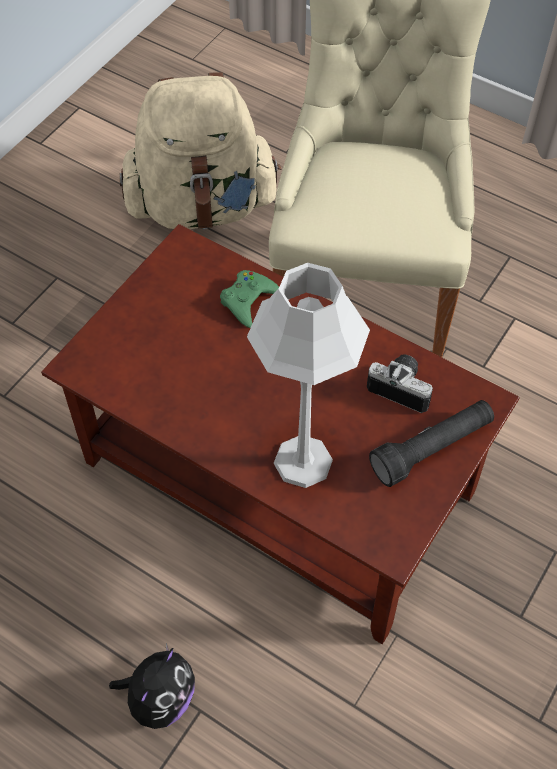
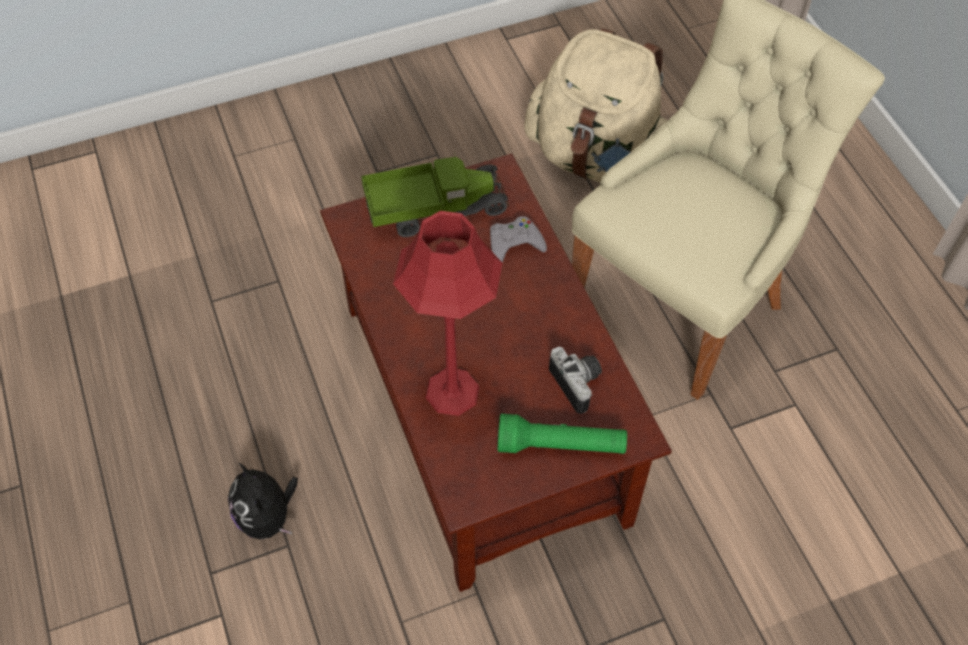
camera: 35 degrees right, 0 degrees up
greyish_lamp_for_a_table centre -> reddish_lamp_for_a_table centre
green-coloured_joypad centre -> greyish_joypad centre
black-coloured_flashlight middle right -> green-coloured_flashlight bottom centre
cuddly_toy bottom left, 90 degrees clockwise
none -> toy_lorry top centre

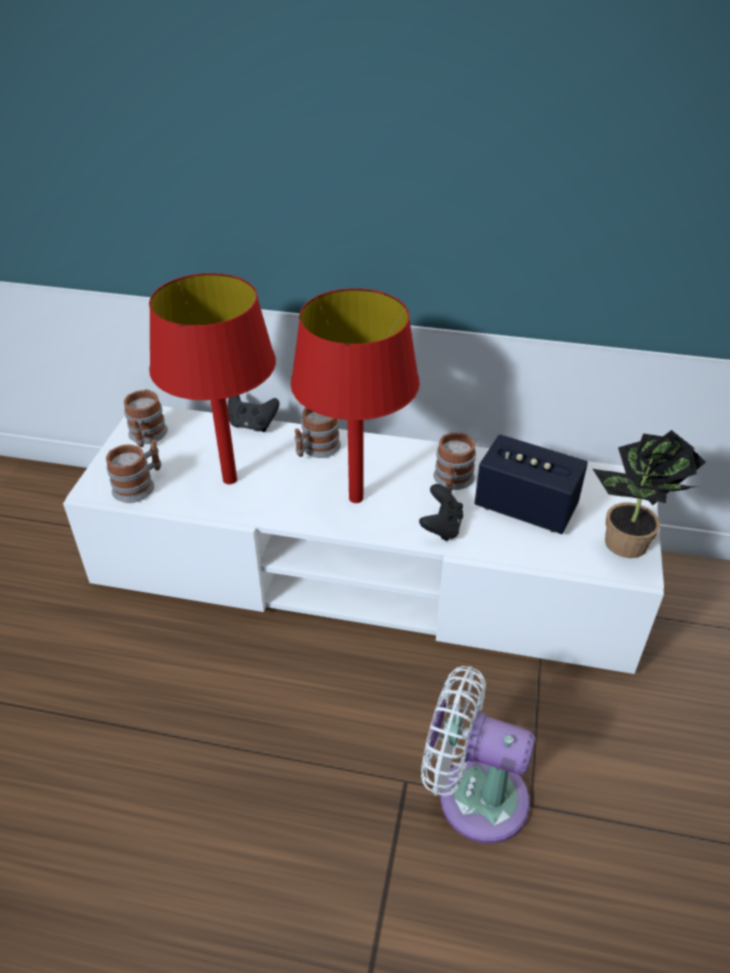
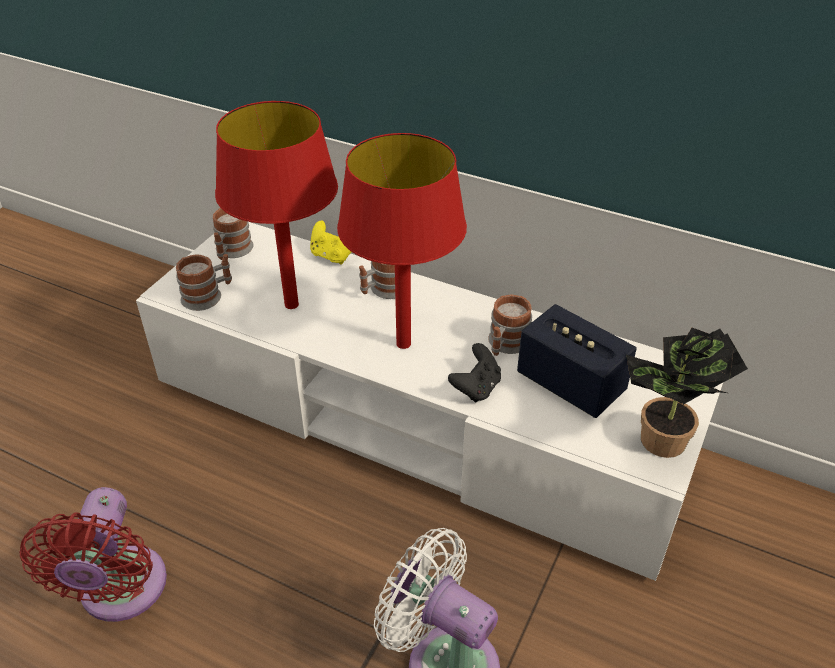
camera: 15 degrees right, 0 degrees up
black-coloured_joypad (no. 1 from left) centre -> yellow_joypad centre
none -> reddish_fan bottom left

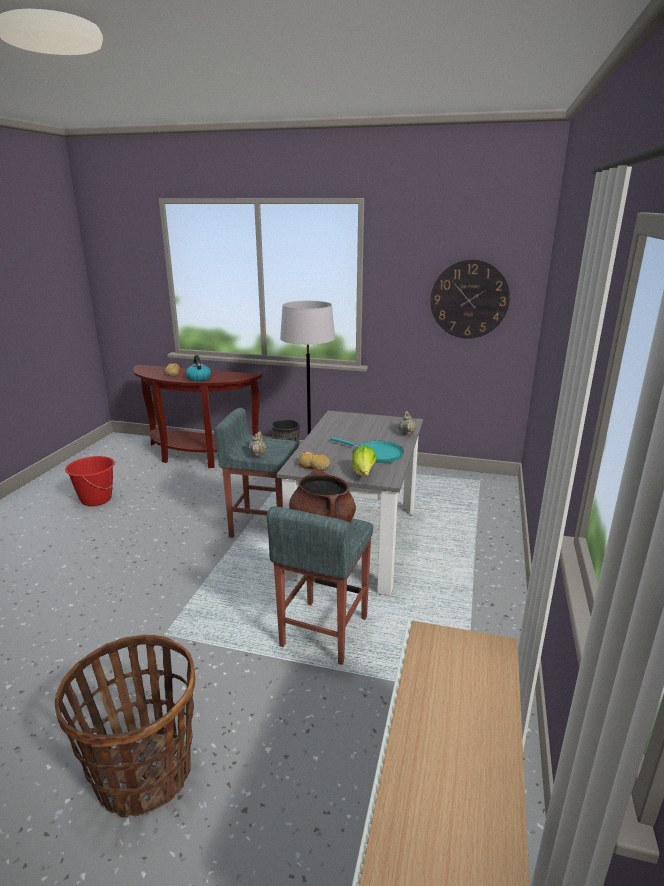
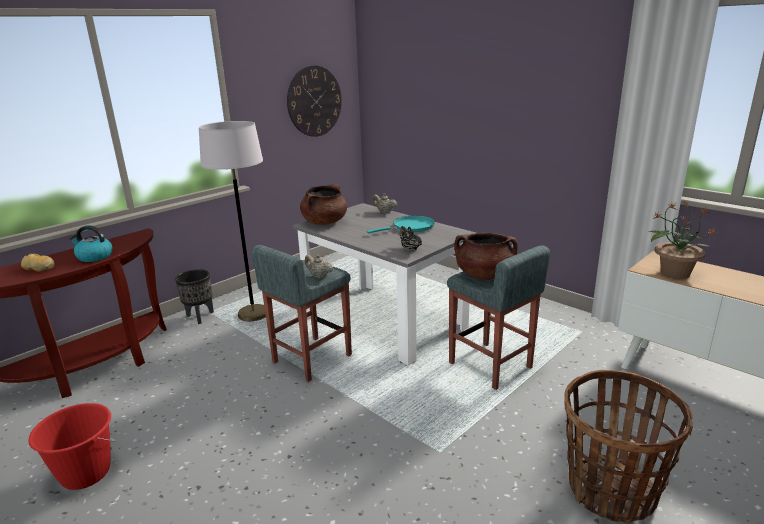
camera: 60 degrees left, 0 degrees up
head_of_lettuce centre -> none
baked_bread (no. 2 from left) centre -> black-coloured_teapot centre
none -> brown_cooking_pot (no. 1 from left) centre
none -> potted_plant middle right

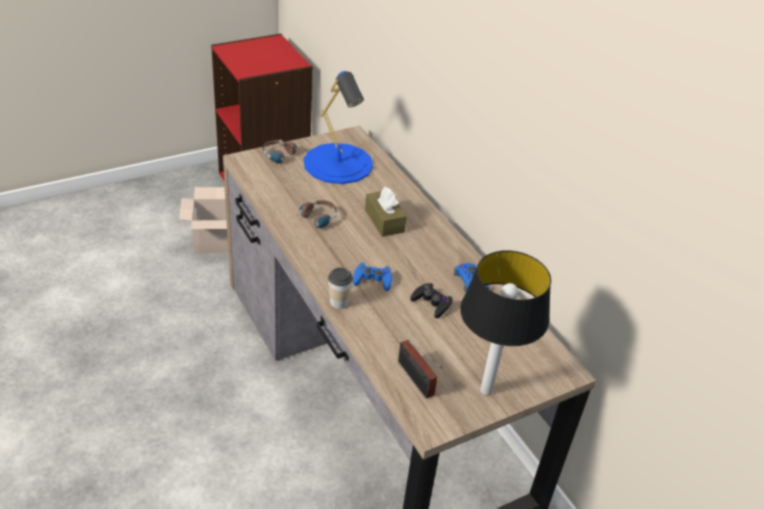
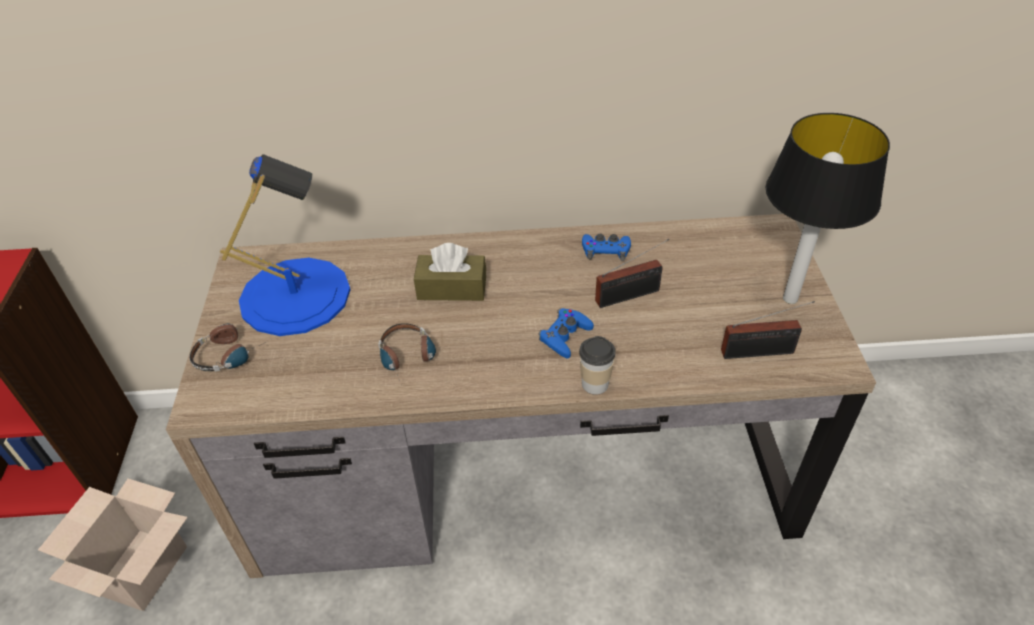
camera: 60 degrees left, 5 degrees up
black-coloured_joypad centre -> radio (no. 1 from left) centre

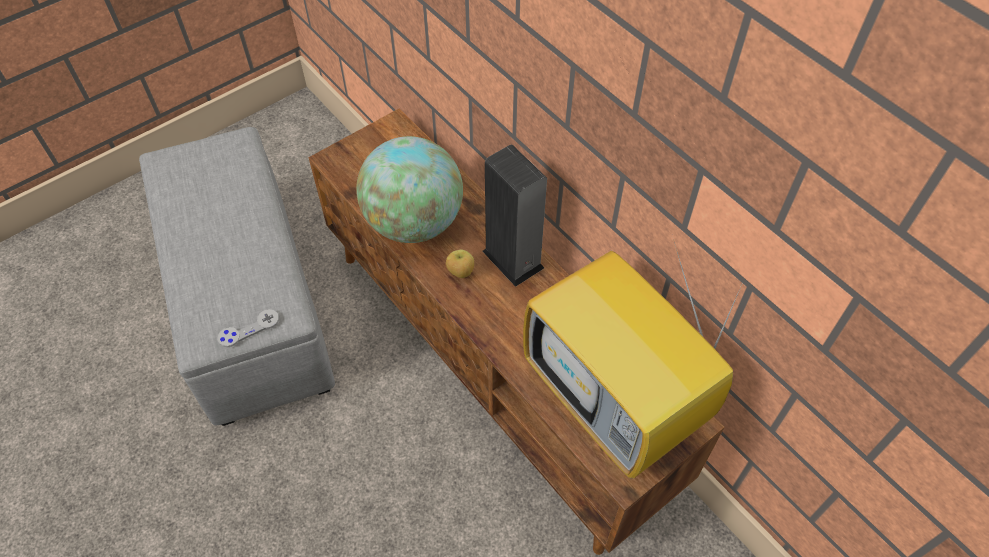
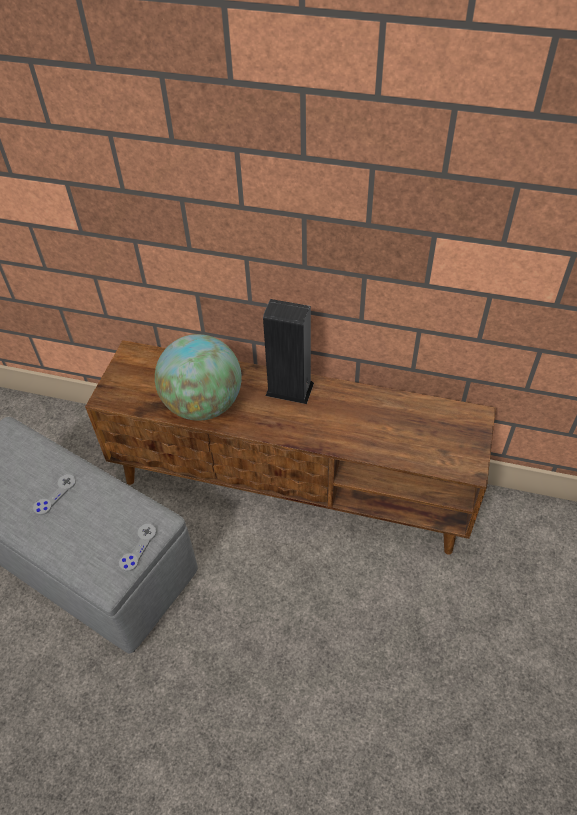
camera: 35 degrees left, 5 degrees down
television centre -> none
whole_apple centre -> none
none -> greyish_joypad (no. 1 from left) middle left

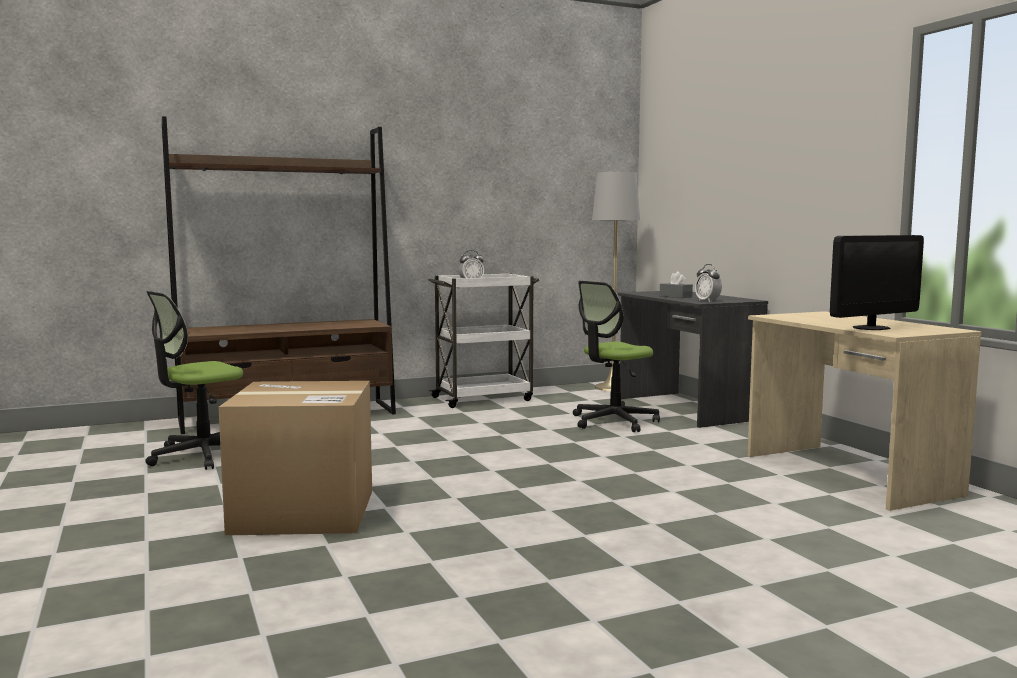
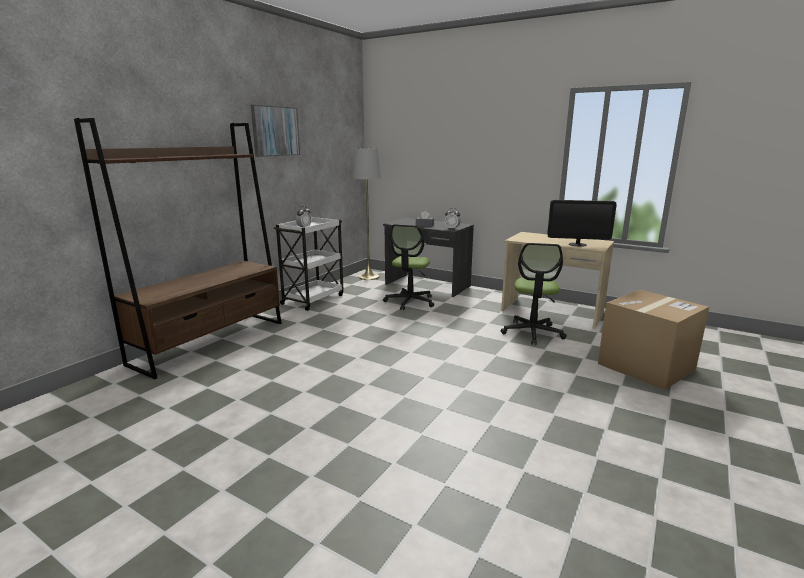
camera: 35 degrees left, 10 degrees up
computer_screen middle right, 75 degrees clockwise
office_chair (no. 1 from left in the first image) middle left -> office_chair (no. 2 from left) centre, shifted
packing_box bottom left -> packing_box middle right, shifted
none -> wall_picture top centre

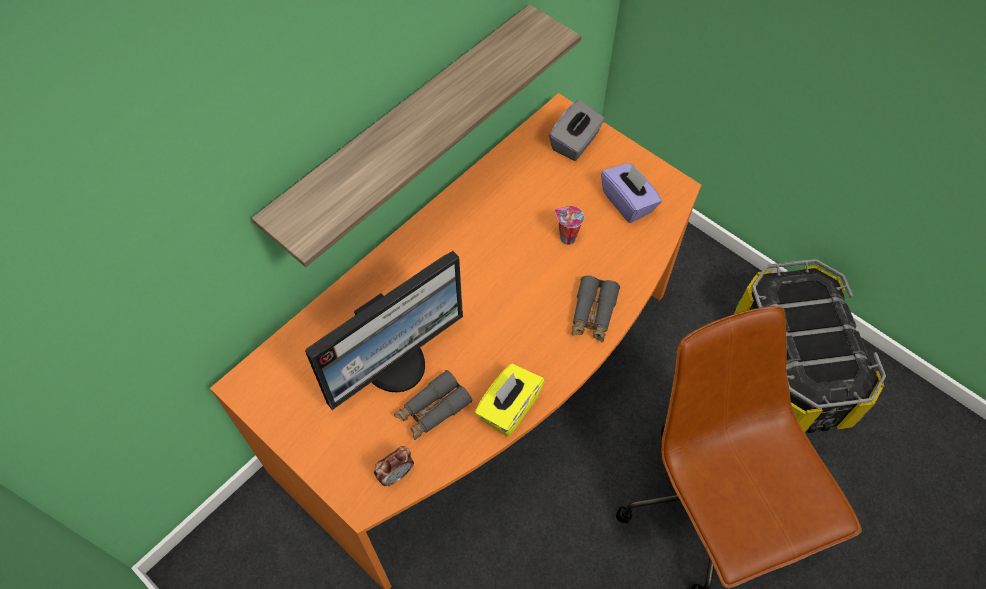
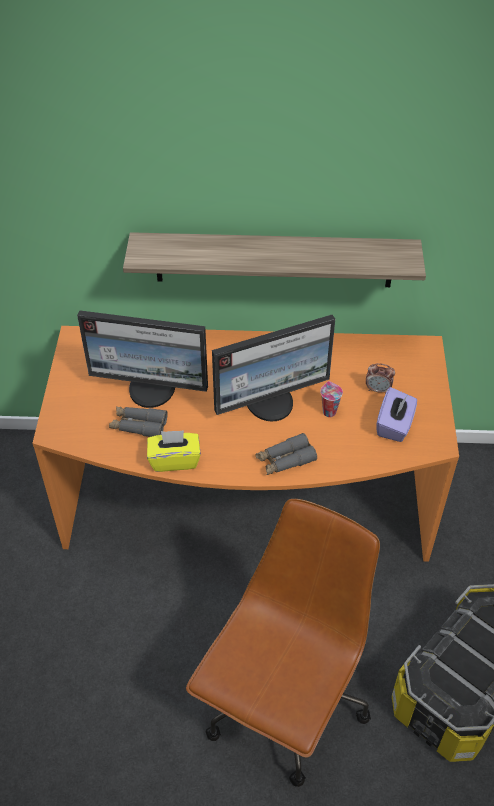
camera: 50 degrees right, 10 degrees down
greyish_tissue_holder top centre -> none
bedside_clock bottom centre -> bedside_clock middle right, shifted
none -> computer_screen (no. 2 from left) centre

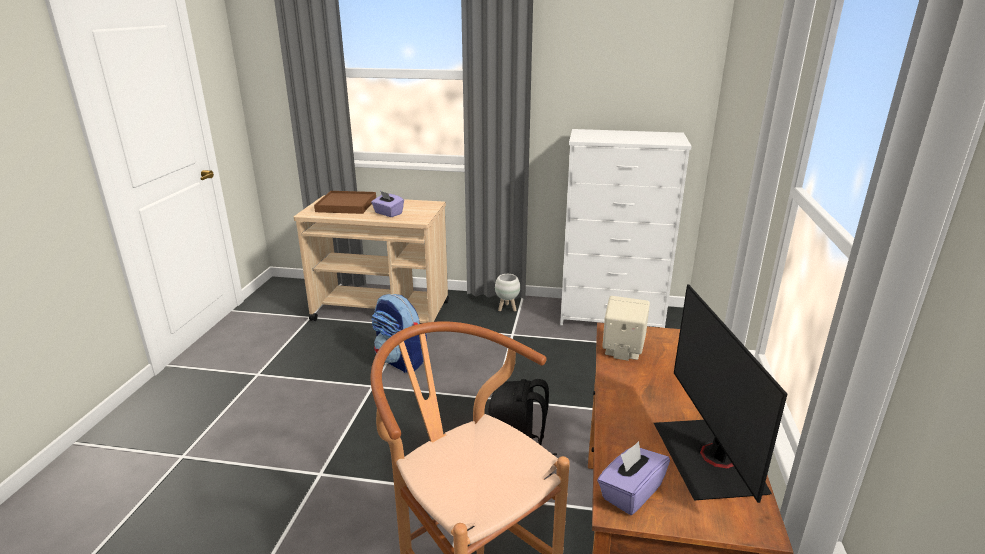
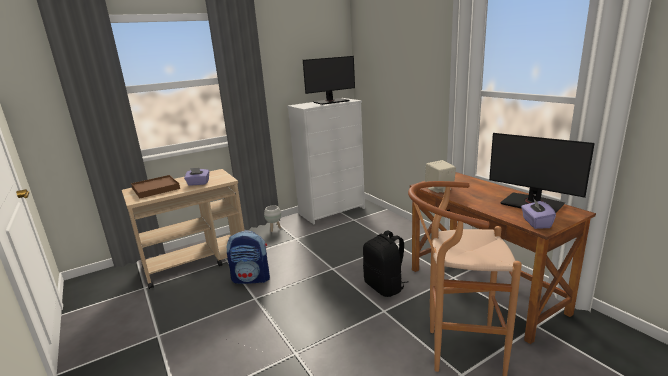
camera: 40 degrees left, 5 degrees down
none -> computer_screen (no. 1 from left) top centre

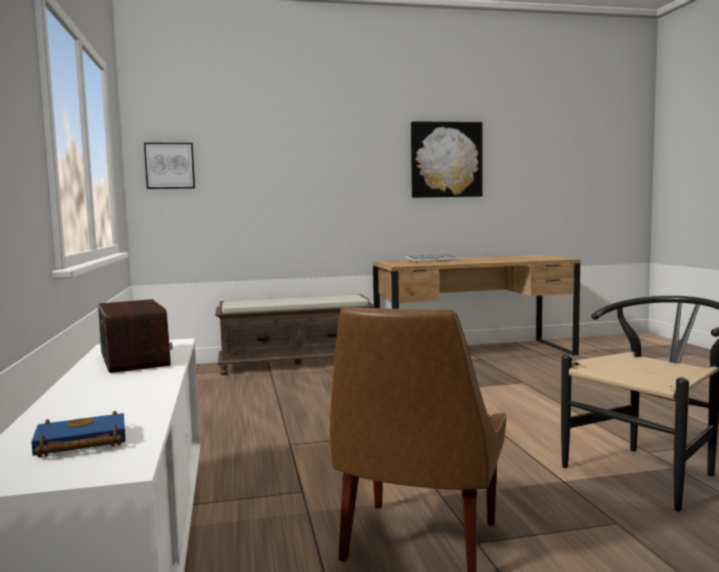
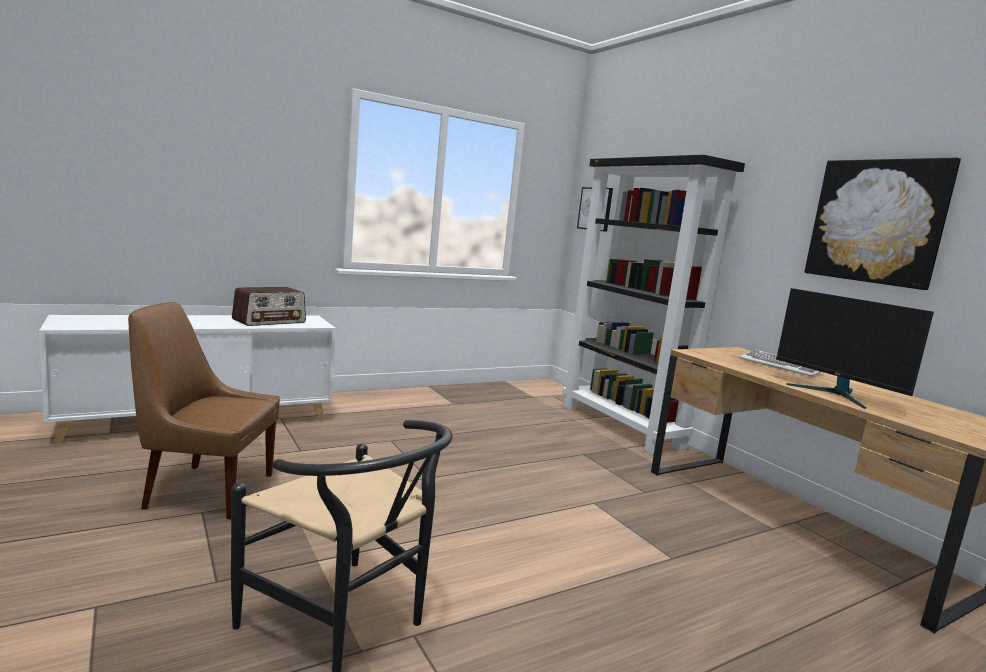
camera: 70 degrees right, 5 degrees up
brown_indoor_bench centre -> black-coloured_bookshelf centre
blue-coloured_bound_book bottom left -> none
none -> computer_screen middle right

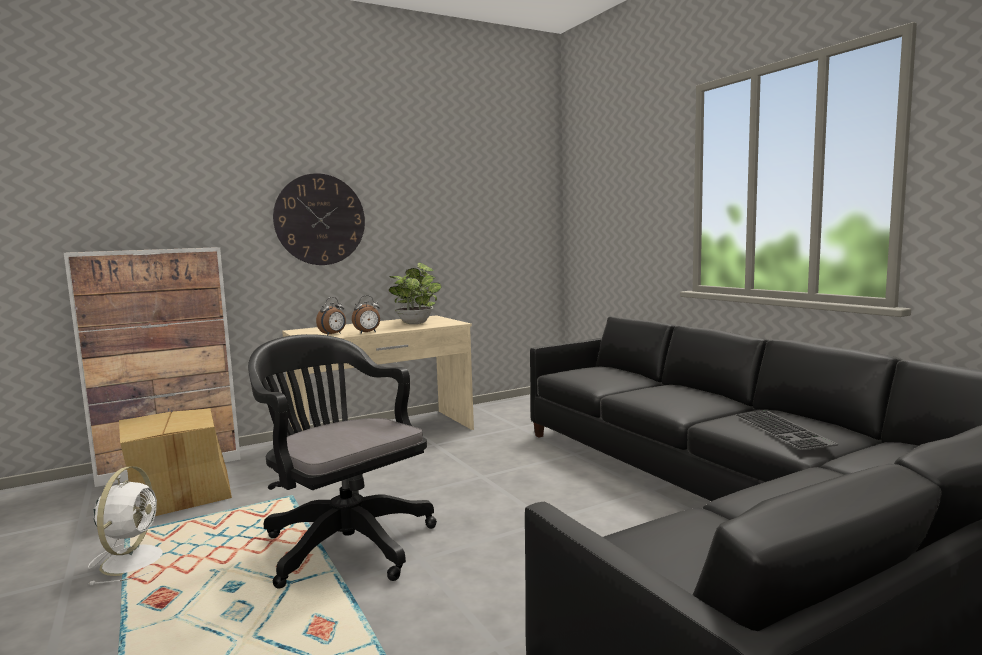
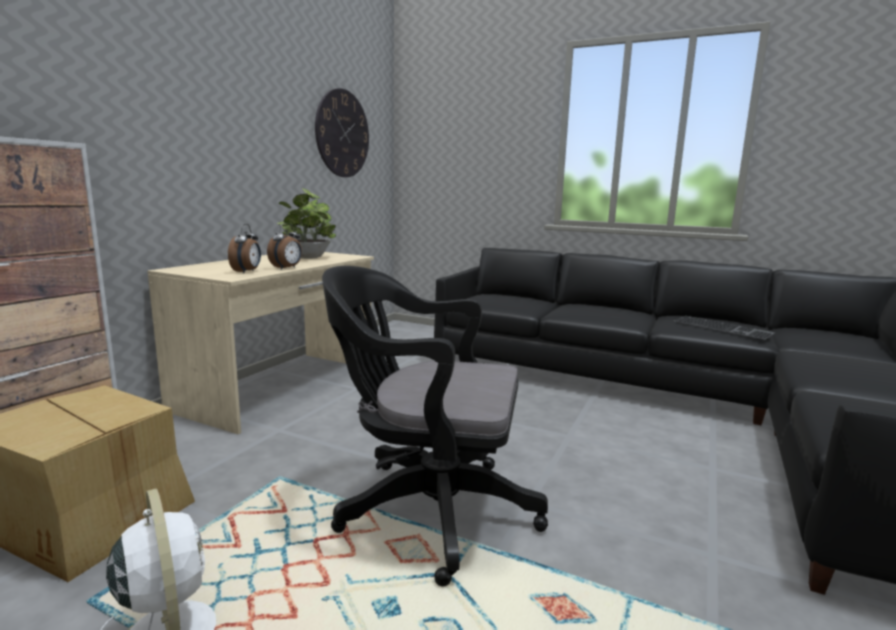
camera: 35 degrees left, 5 degrees up
wall_clock middle left -> wall_clock top centre, shifted

